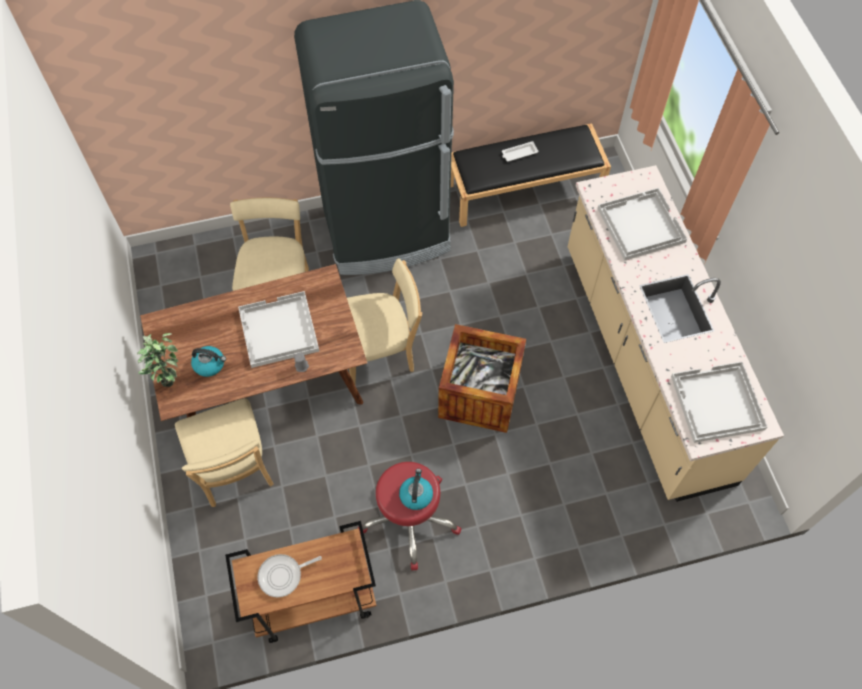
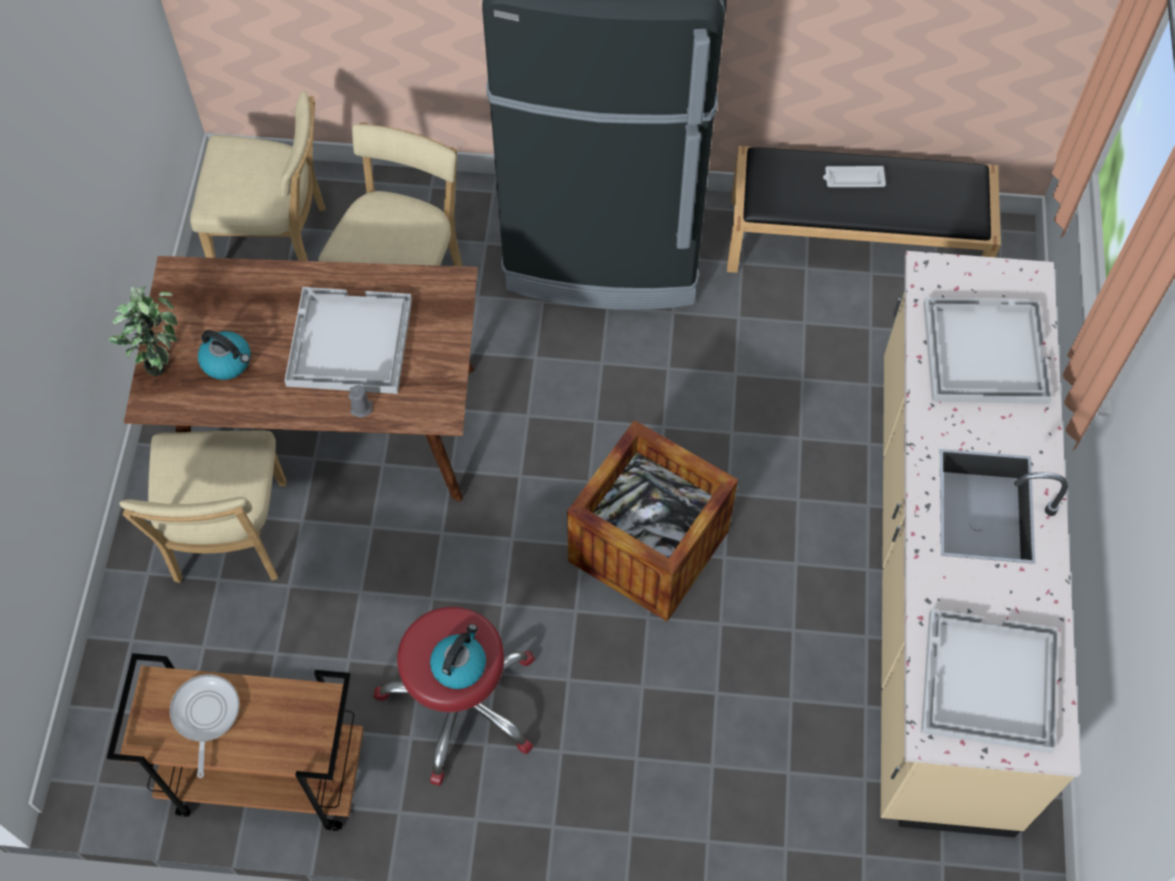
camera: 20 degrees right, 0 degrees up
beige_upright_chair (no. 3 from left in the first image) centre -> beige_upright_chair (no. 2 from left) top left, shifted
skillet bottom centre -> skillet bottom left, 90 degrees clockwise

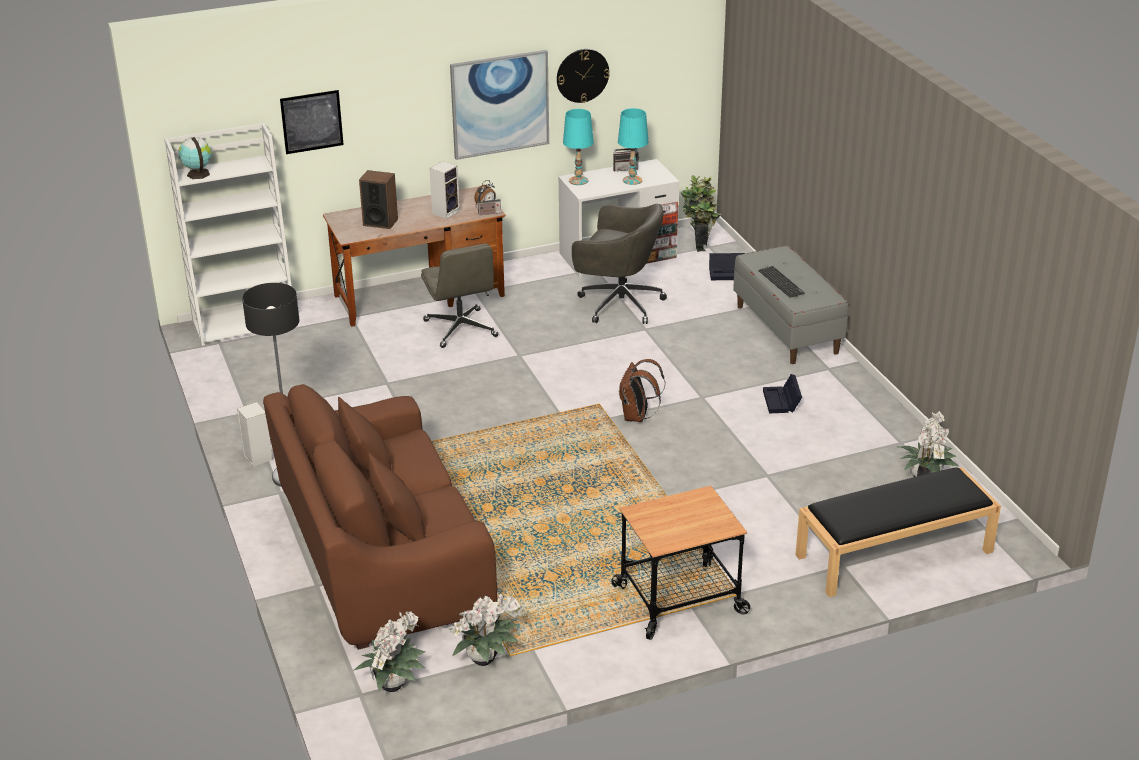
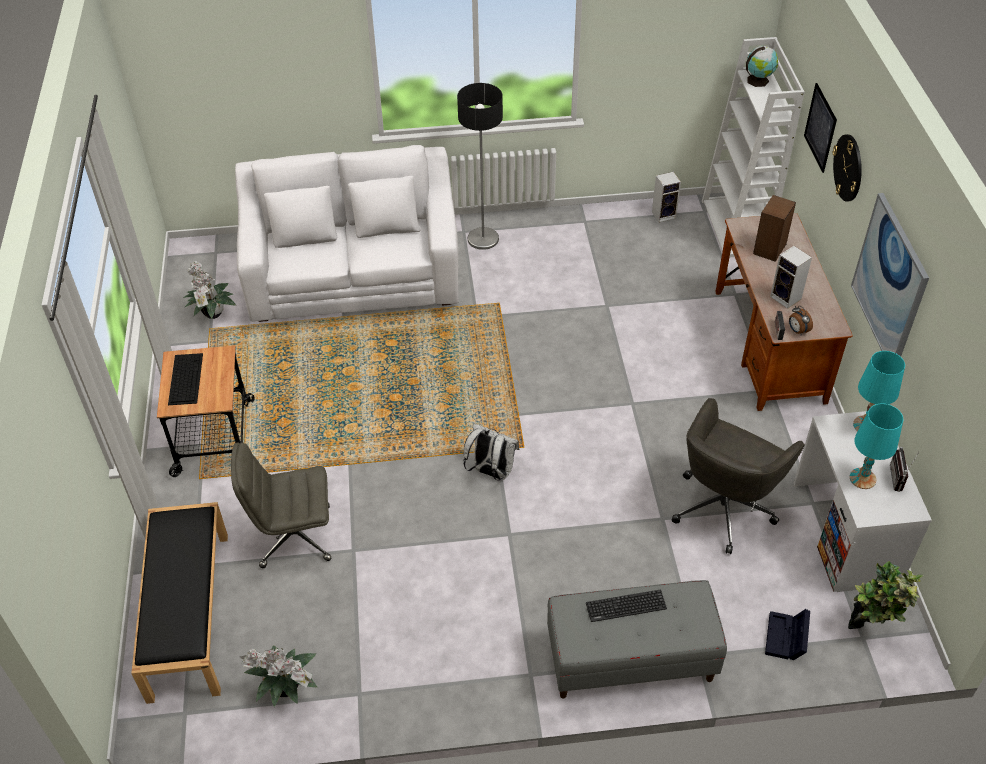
camera: 105 degrees right, 15 degrees up
wall_clock top centre -> wall_clock top right, shifted
greyish_office_chair (no. 1 from left) centre -> greyish_office_chair (no. 1 from left) middle left, shifted
brown_knapsack centre -> white_knapsack centre
black-coloured_storage_box (no. 2 from left) middle right -> none
brown_couch bottom centre -> white_couch top centre
loudspeaker (no. 1 from left) middle left -> loudspeaker (no. 1 from left) top right, shifted
potted_plant (no. 1 from left) bottom centre -> none
none -> keyboard (no. 1 from left) middle left

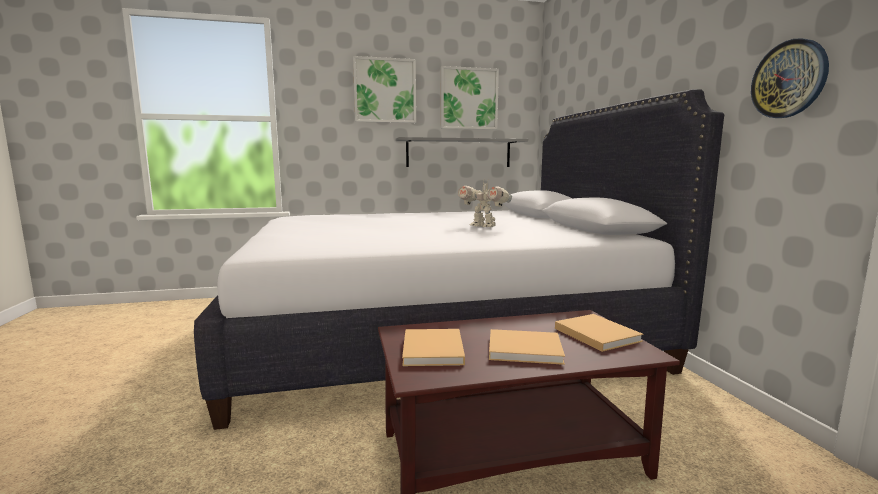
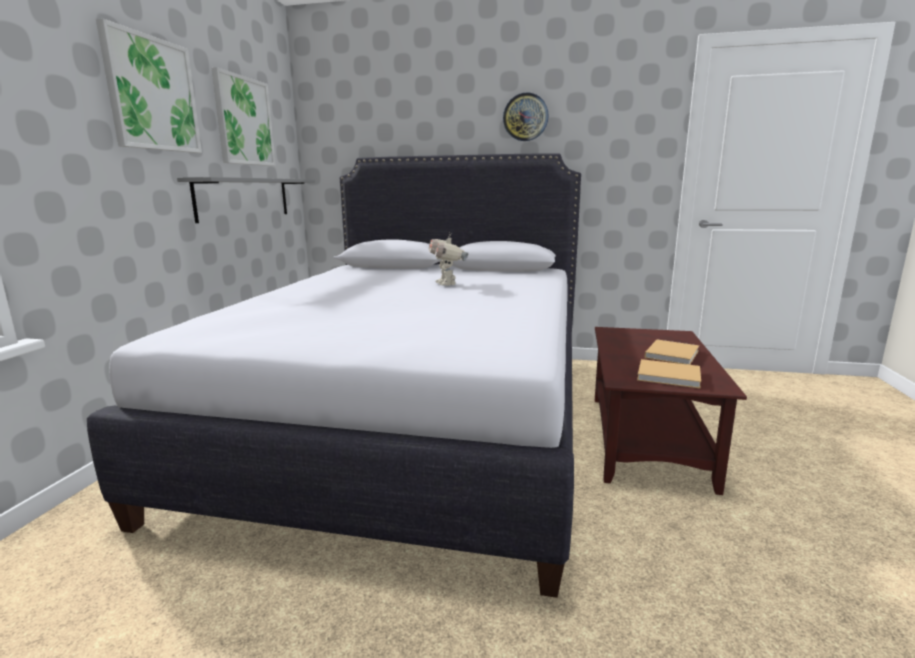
camera: 65 degrees left, 5 degrees up
wall_clock top right -> wall_clock top centre, shifted
model_robot centre, 105 degrees clockwise
beige_bound_book (no. 3 from left) bottom right -> none

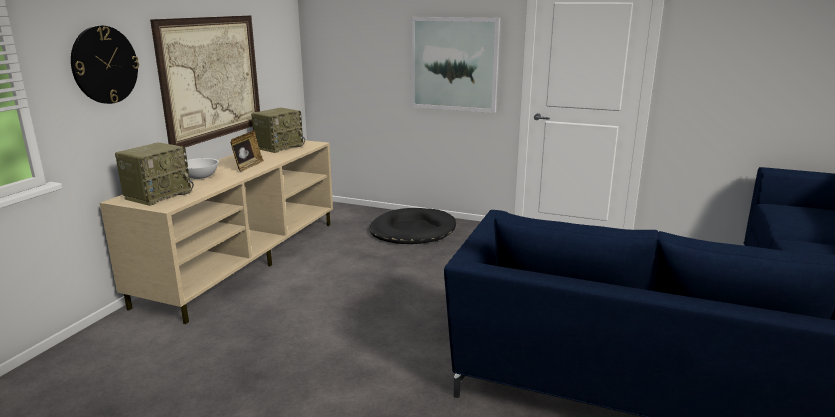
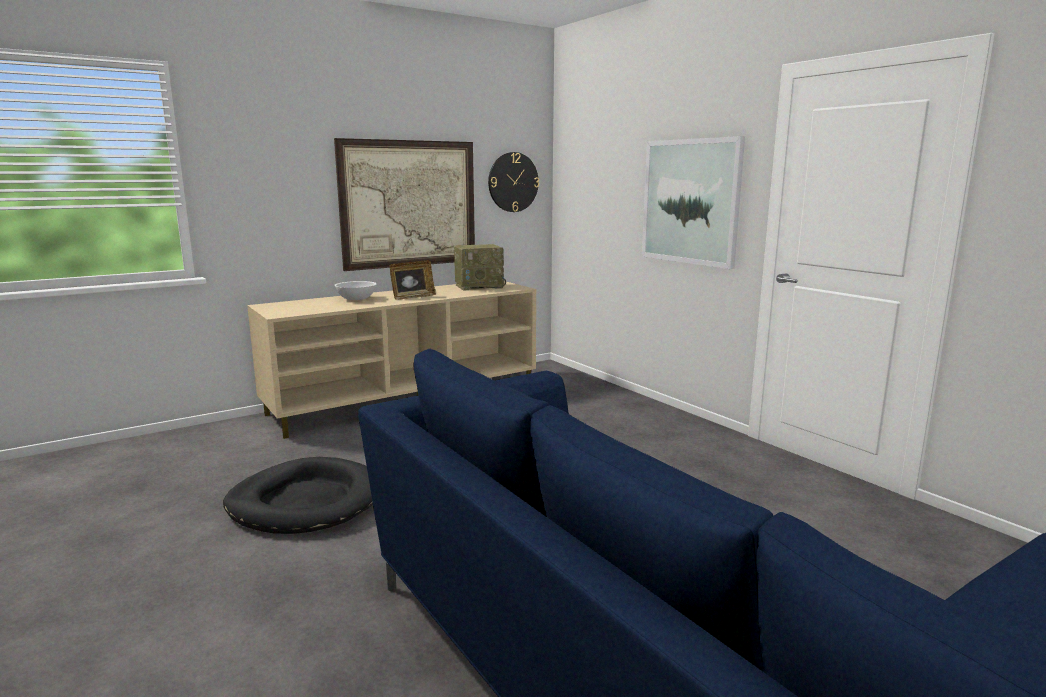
camera: 35 degrees right, 5 degrees down
wall_clock top left -> wall_clock top centre, shifted
radio (no. 1 from left) middle left -> none
black-coloured_dog_cushion centre -> black-coloured_dog_cushion bottom left, shifted

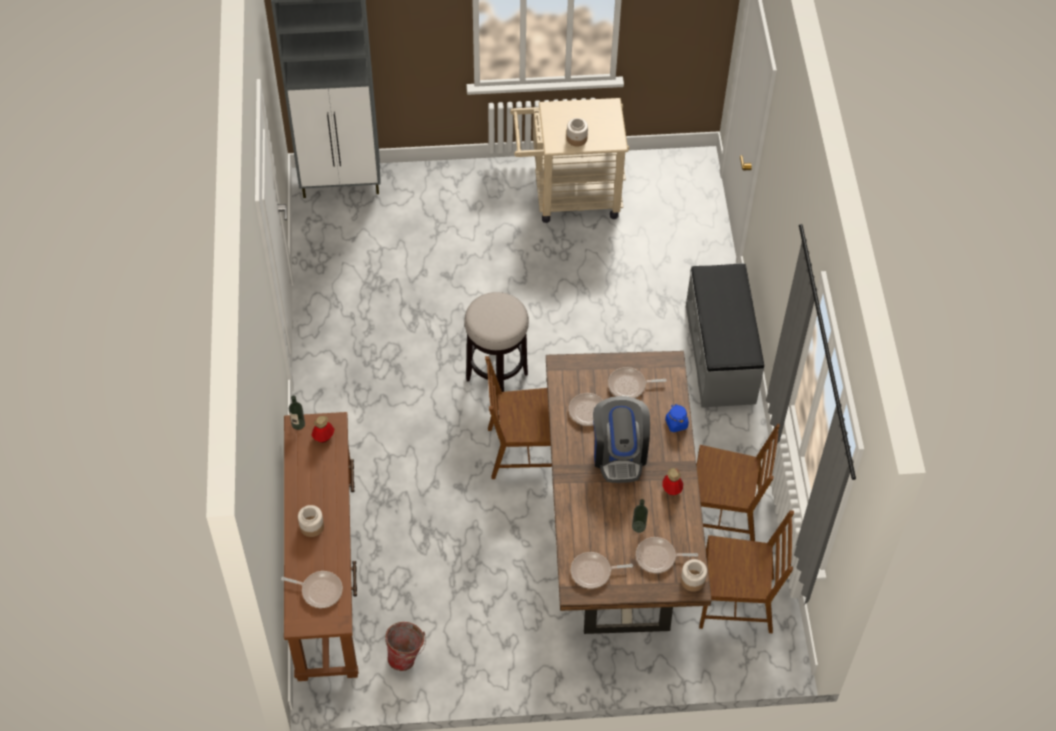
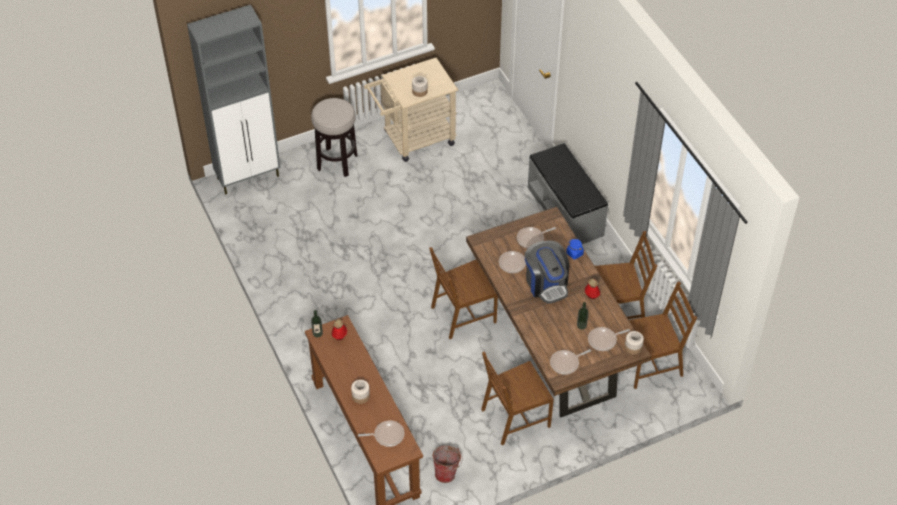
camera: 20 degrees left, 5 degrees down
sitting_stool centre -> sitting_stool top centre, shifted
none -> brown_upright_chair (no. 2 from left) bottom centre

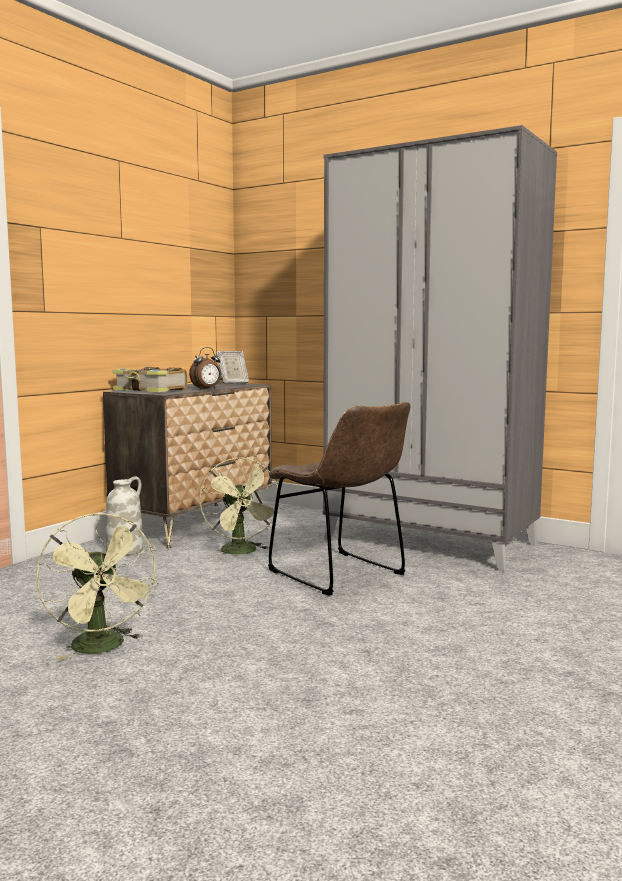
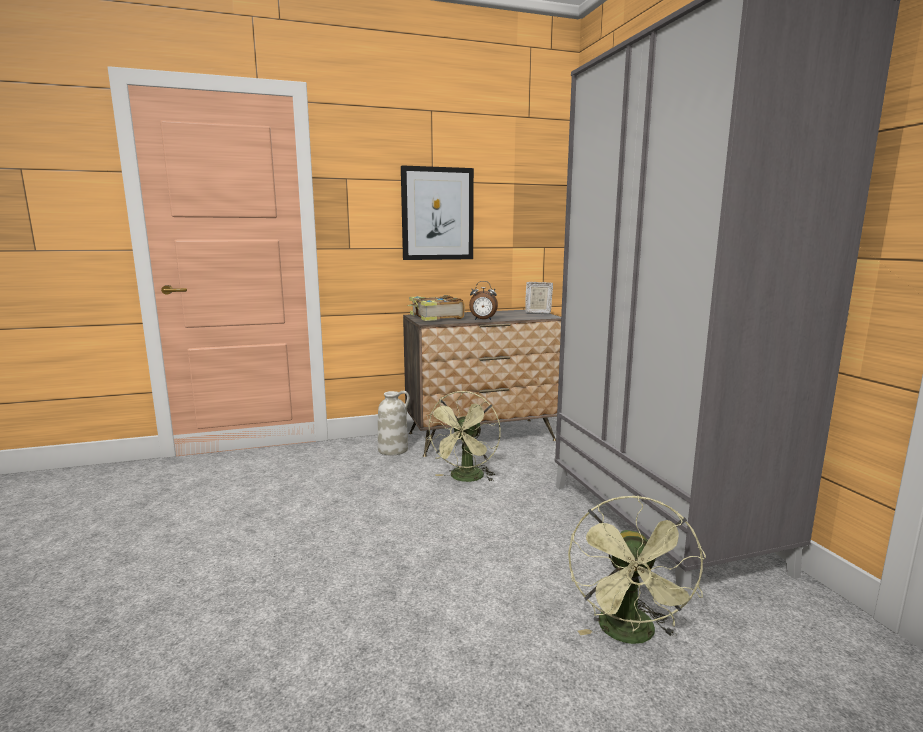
camera: 40 degrees right, 5 degrees up
brown_upright_chair centre -> none
green-coloured_fan (no. 1 from left in the first image) middle left -> green-coloured_fan (no. 2 from left) bottom right, shifted
none -> wall_picture top centre

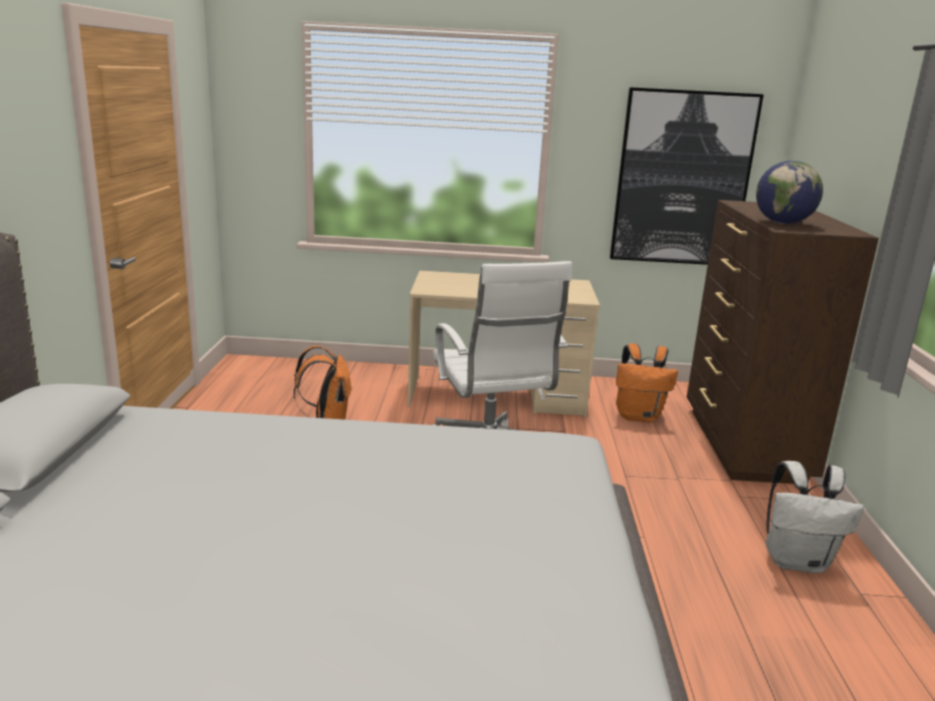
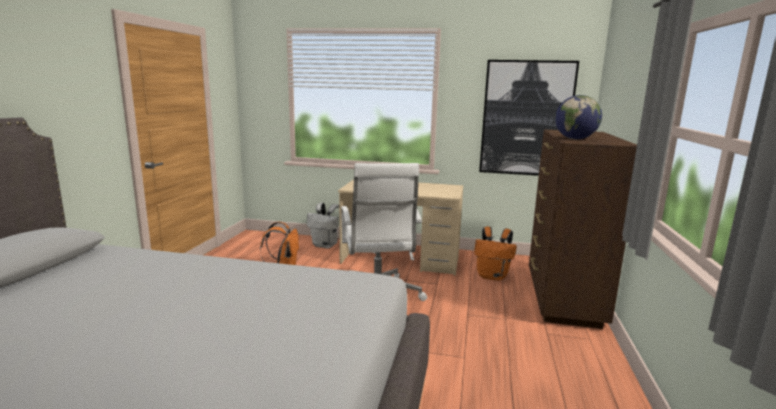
camera: 10 degrees right, 5 degrees down
white_knapsack bottom right -> white_knapsack centre, shifted

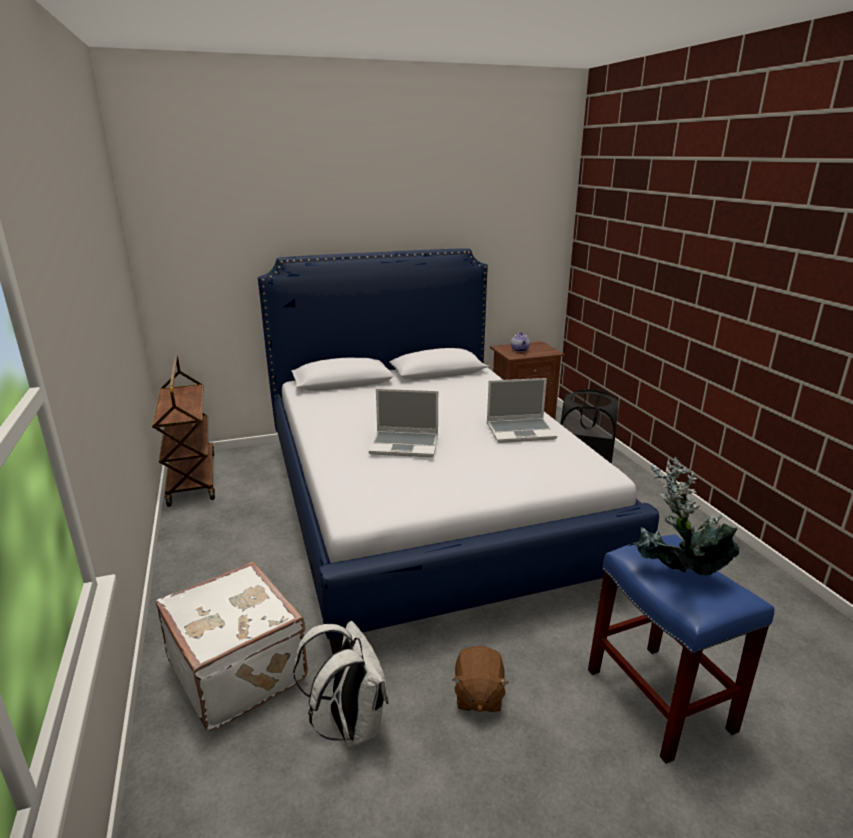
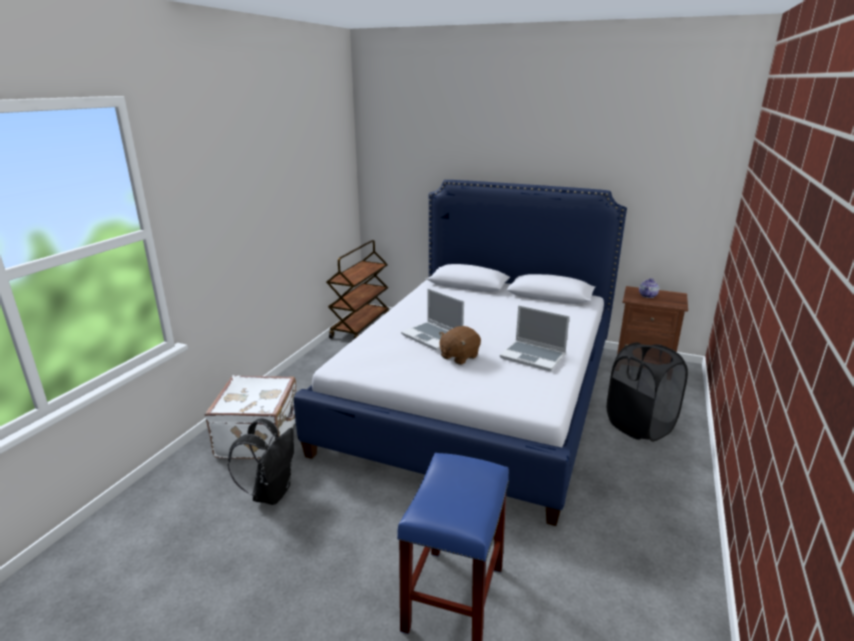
camera: 40 degrees right, 0 degrees up
potted_plant middle right -> none
white_knapsack bottom centre -> black-coloured_knapsack bottom left
brown_cuddly_toy bottom centre -> brown_cuddly_toy centre, shifted

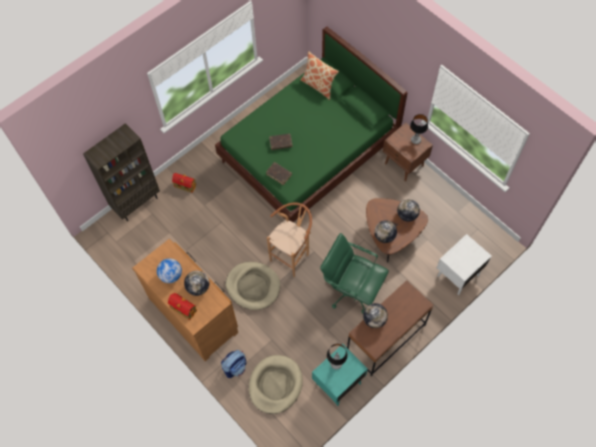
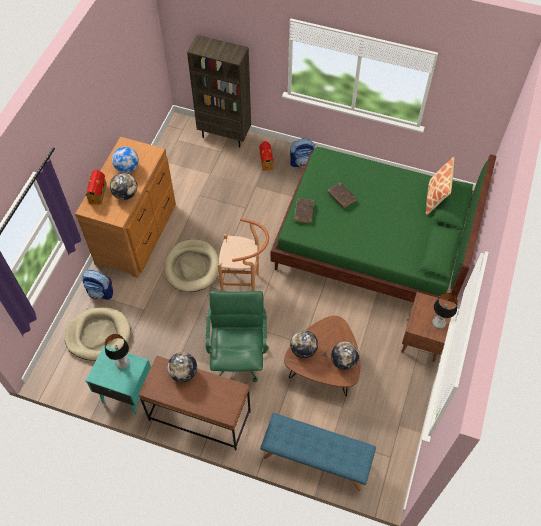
camera: 60 degrees right, 5 degrees down
white_nightstand middle right -> blue-coloured_indoor_bench bottom centre
none -> knapsack (no. 2 from left) top centre

